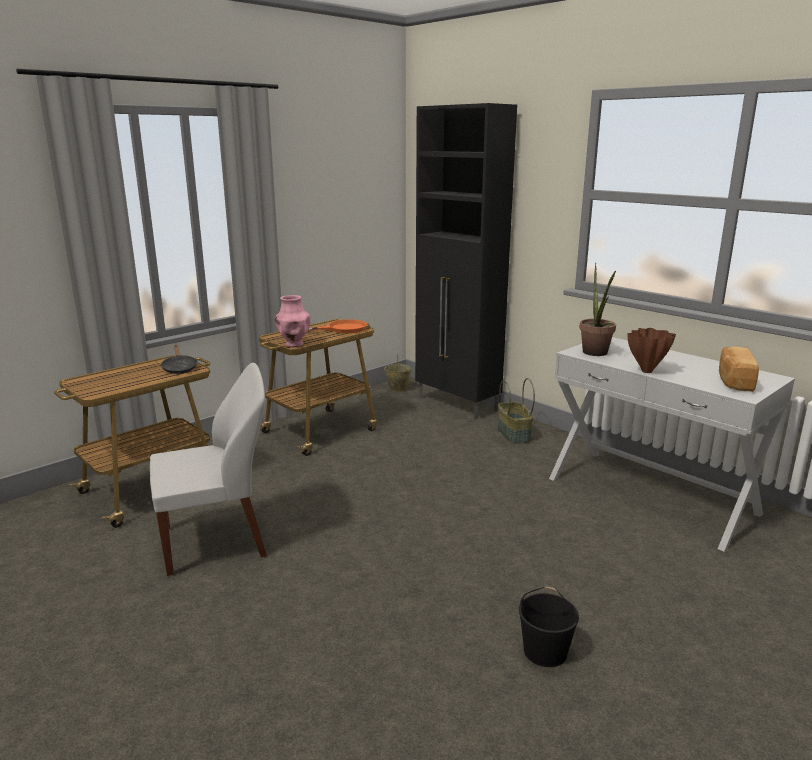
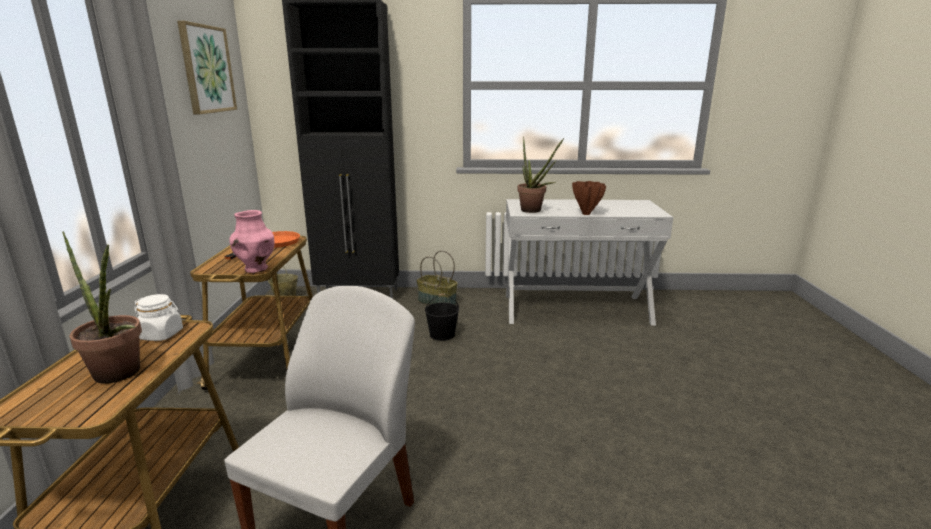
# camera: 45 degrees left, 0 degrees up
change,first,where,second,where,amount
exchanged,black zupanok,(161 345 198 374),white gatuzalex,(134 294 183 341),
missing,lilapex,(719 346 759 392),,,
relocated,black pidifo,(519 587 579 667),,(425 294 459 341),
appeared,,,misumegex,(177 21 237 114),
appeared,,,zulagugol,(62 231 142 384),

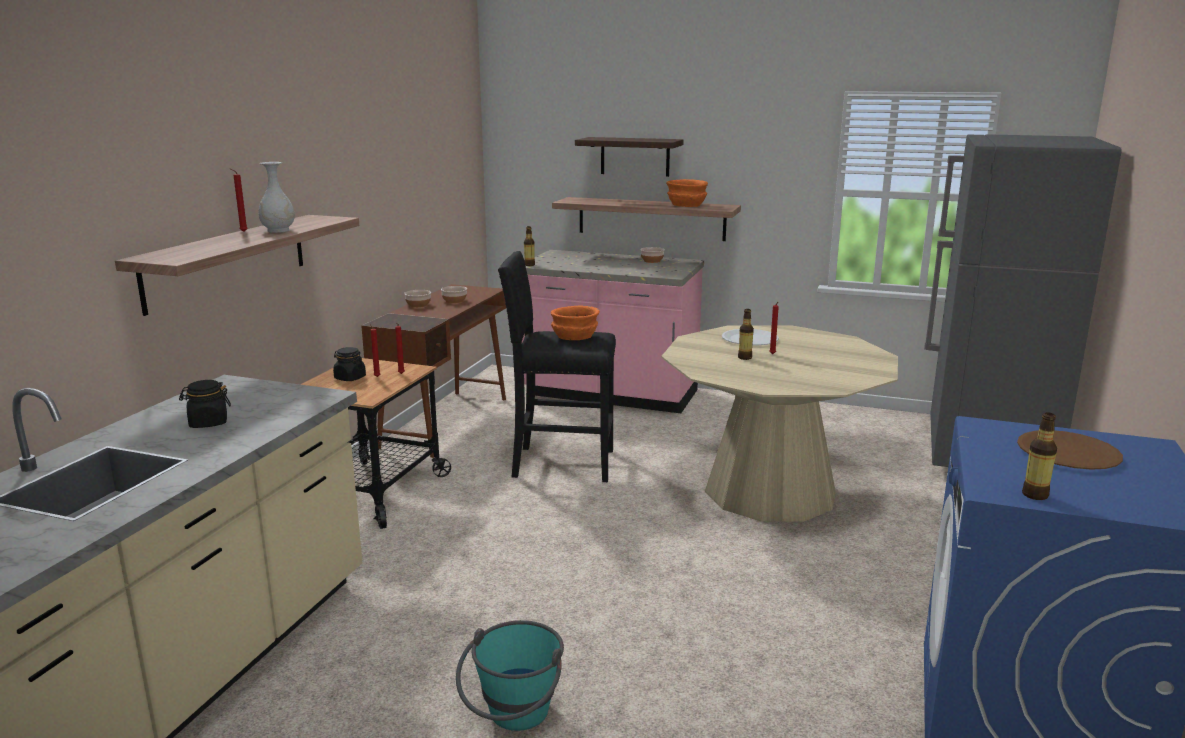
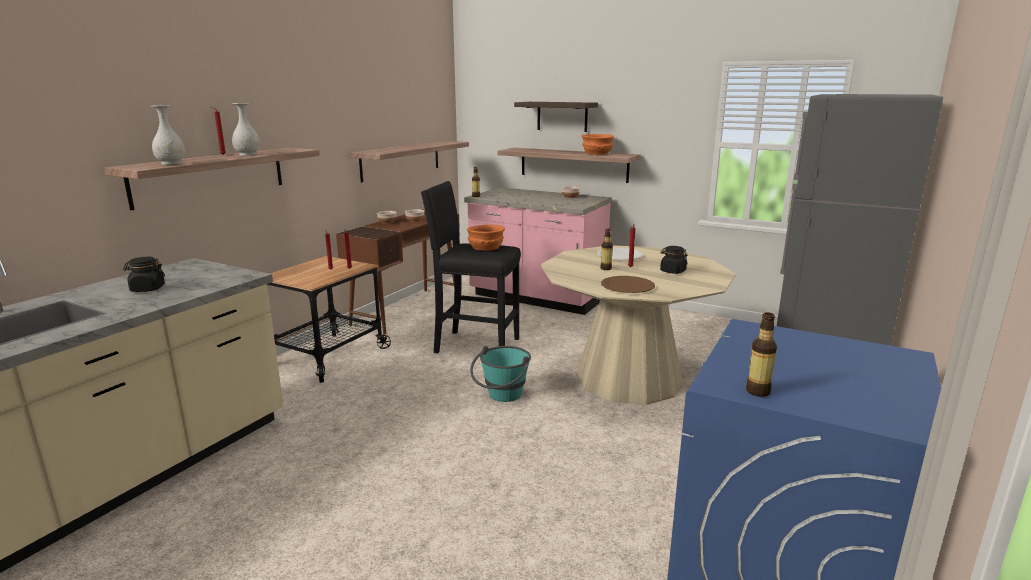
# camera: 10 degrees right, 0 degrees up
change,first,where,second,where,amount
relocated,black gatuzalex,(333 347 366 381),,(660 246 688 274),
relocated,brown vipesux,(1017 430 1123 470),,(601 276 655 293),
relocated,turquoise pidifo,(456 620 564 731),,(470 345 531 402),
appeared,,,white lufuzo,(151 105 185 165),
appeared,,,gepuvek,(350 141 469 183),

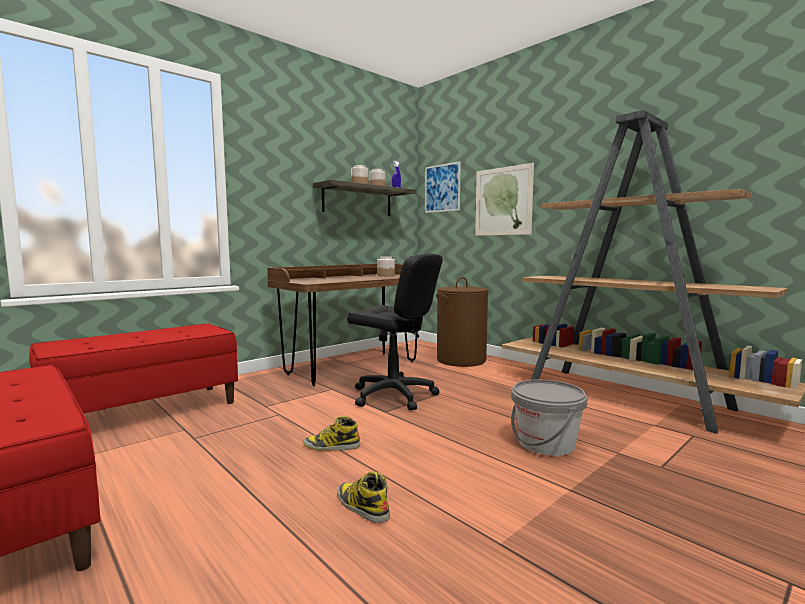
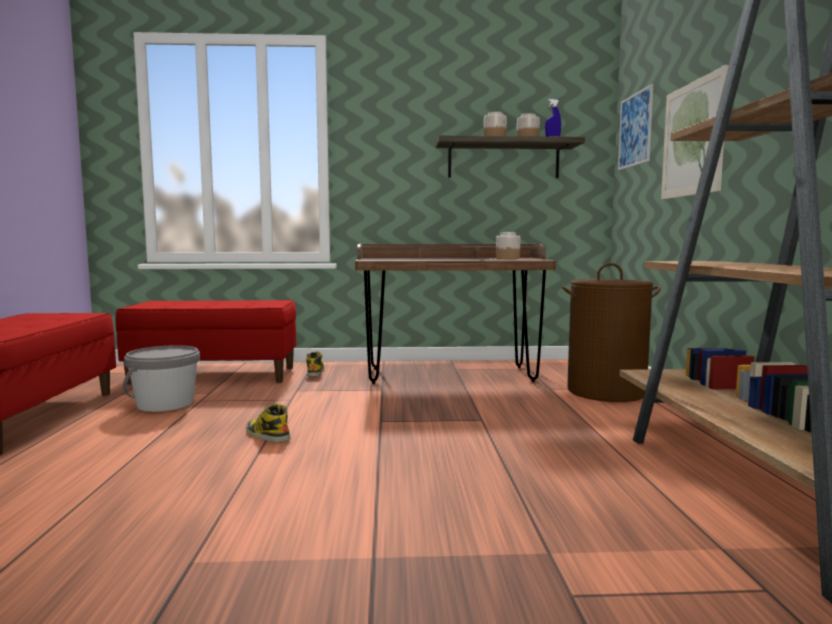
# camera: 40 degrees right, 0 degrees up
change,first,where,second,where,amount
missing,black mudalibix,(347 254 443 410),,,
relocated,grey pidifo,(511 379 588 456),,(123 345 200 412),
relocated,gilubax,(337 472 390 523),,(306 351 324 377),

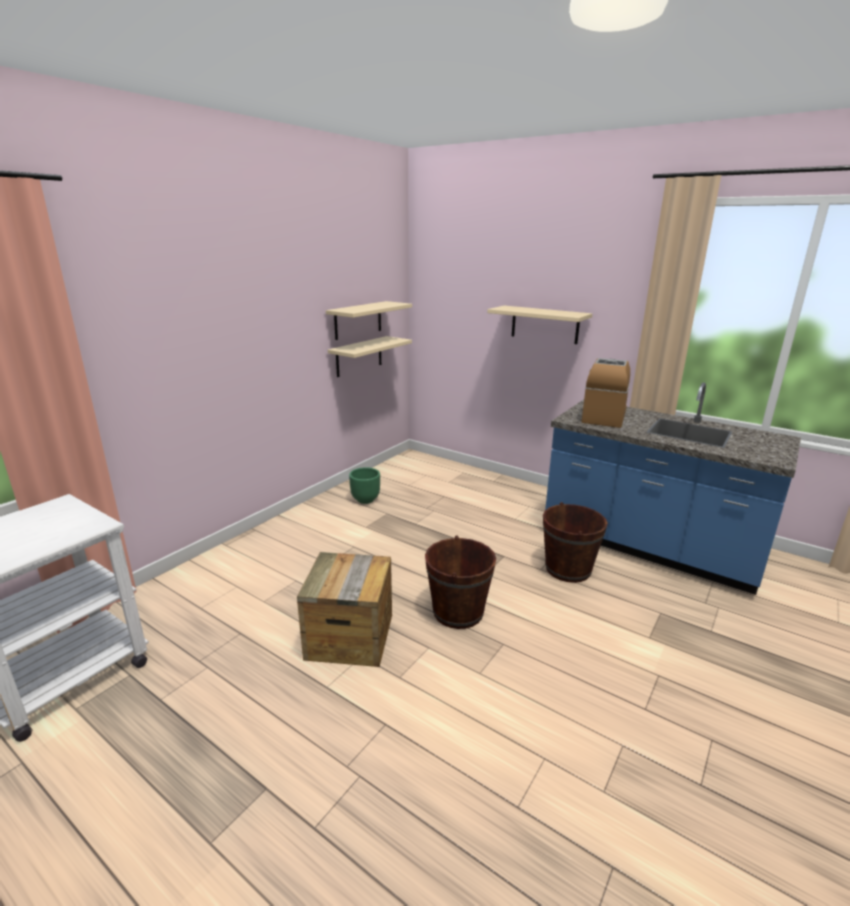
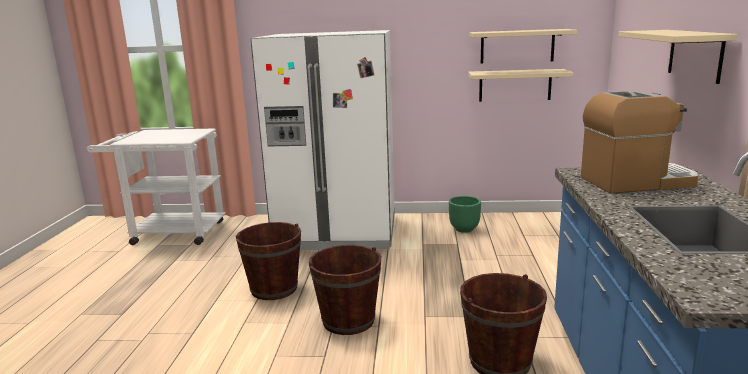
# camera: 60 degrees right, 5 degrees down
change,first,where,second,where,amount
exchanged,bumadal,(297 552 392 667),brown pidifo,(236 222 301 300),
appeared,,,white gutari,(250 30 395 250),

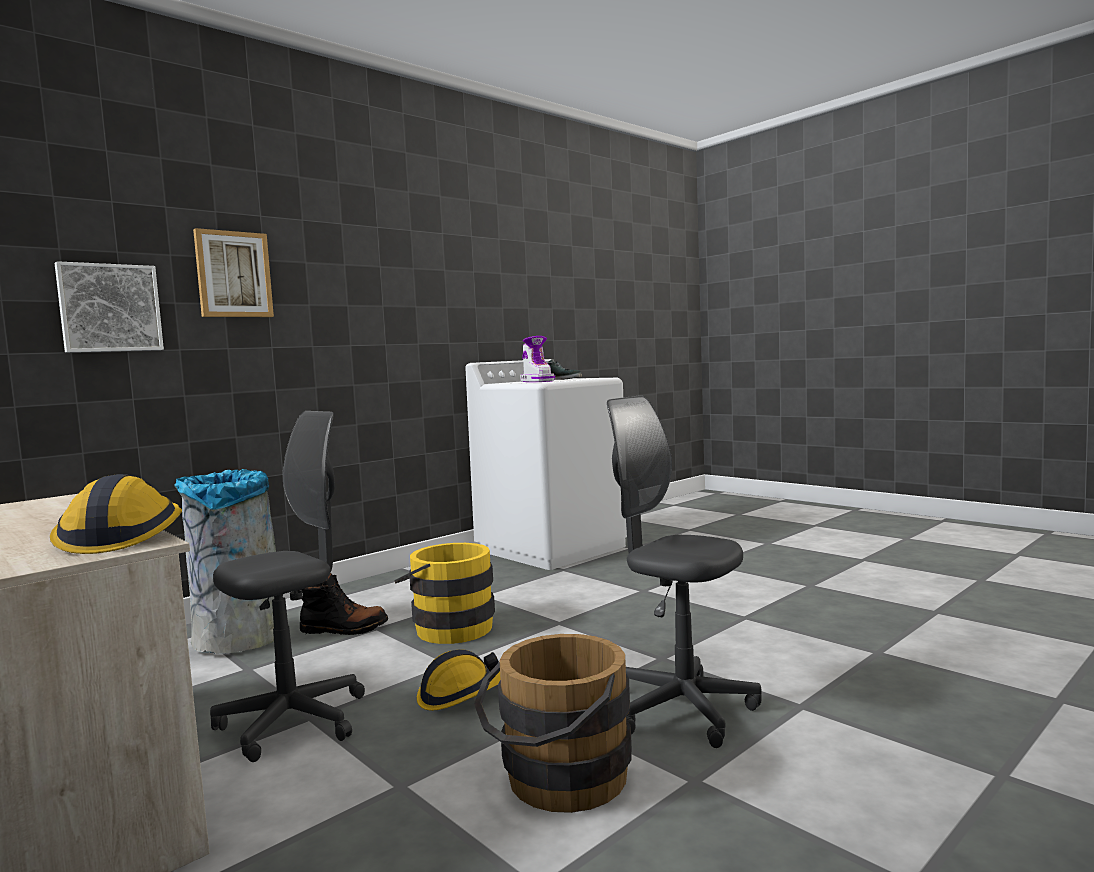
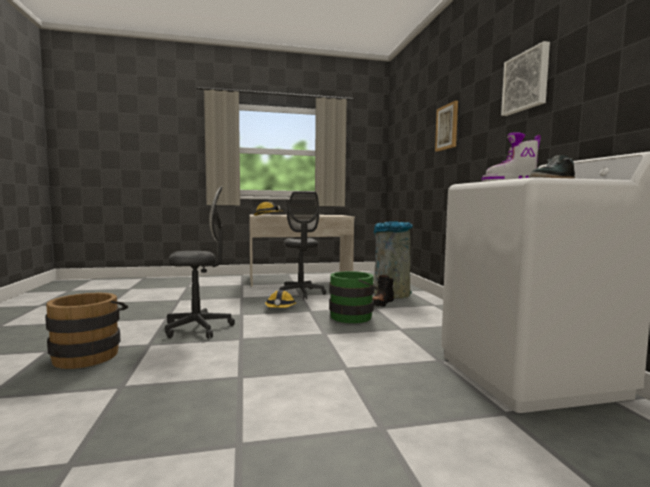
# camera: 120 degrees right, 0 degrees up
change,first,where,second,where,amount
relocated,misumegex,(55 261 164 352),,(501 41 550 116),
colour,yellow pidifo,(395 543 495 644),green pidifo,(329 271 383 323),
relocated,brown pidifo,(474 634 632 813),,(45 293 128 369),

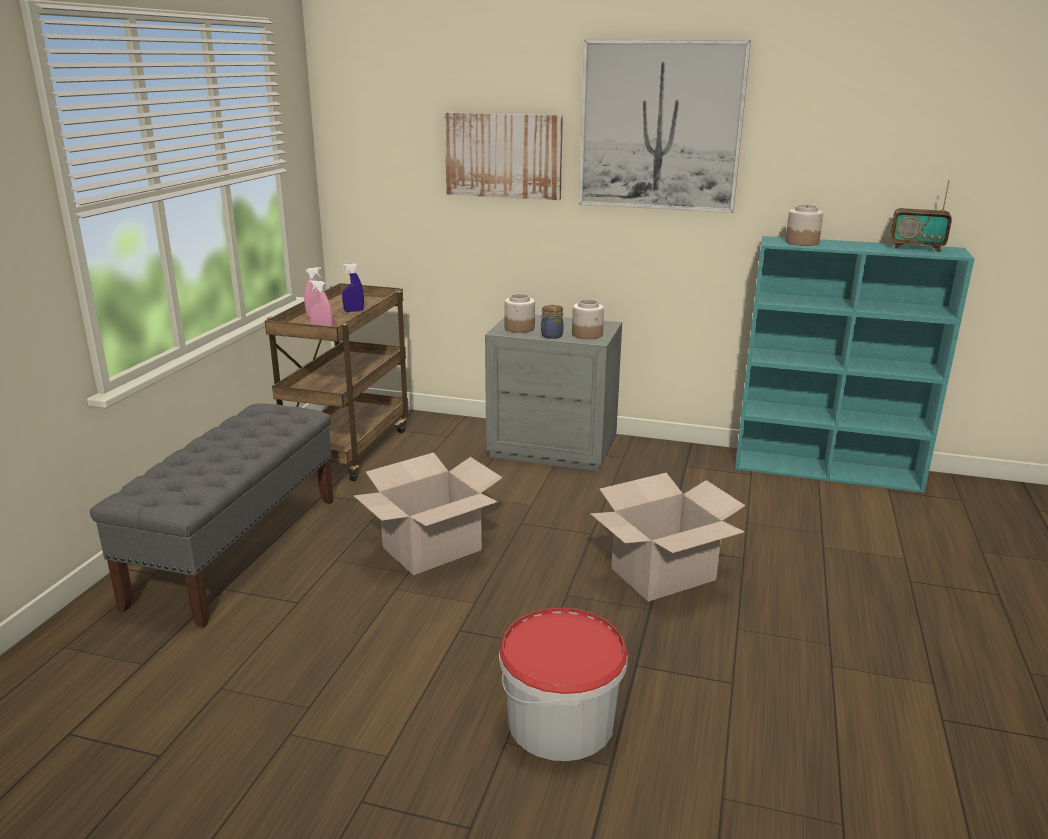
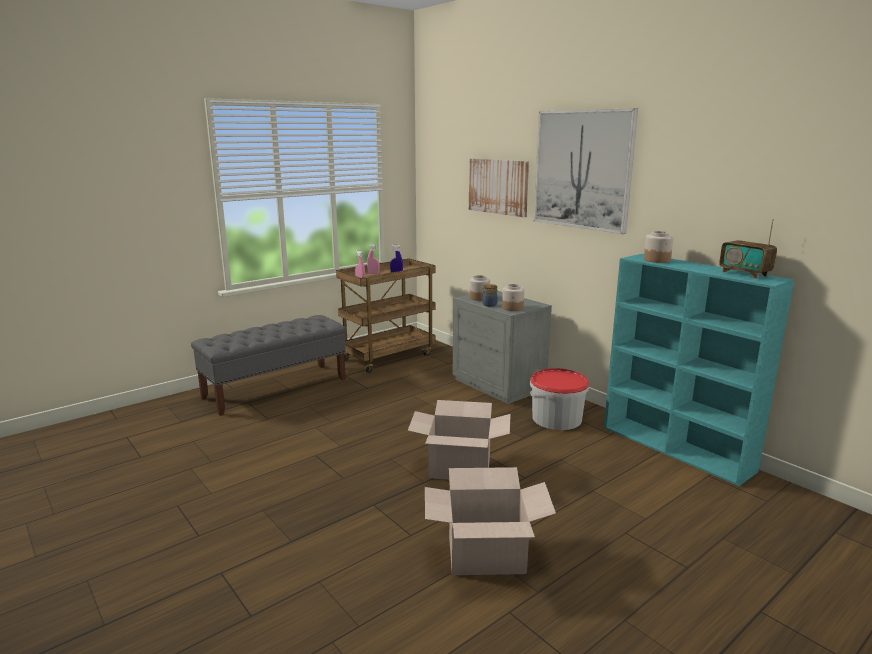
# camera: 35 degrees right, 5 degrees down
change,first,where,second,where,amount
relocated,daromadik,(353 452 503 575),,(425 467 556 575),
relocated,pidifo,(499 608 628 761),,(530 368 589 430),

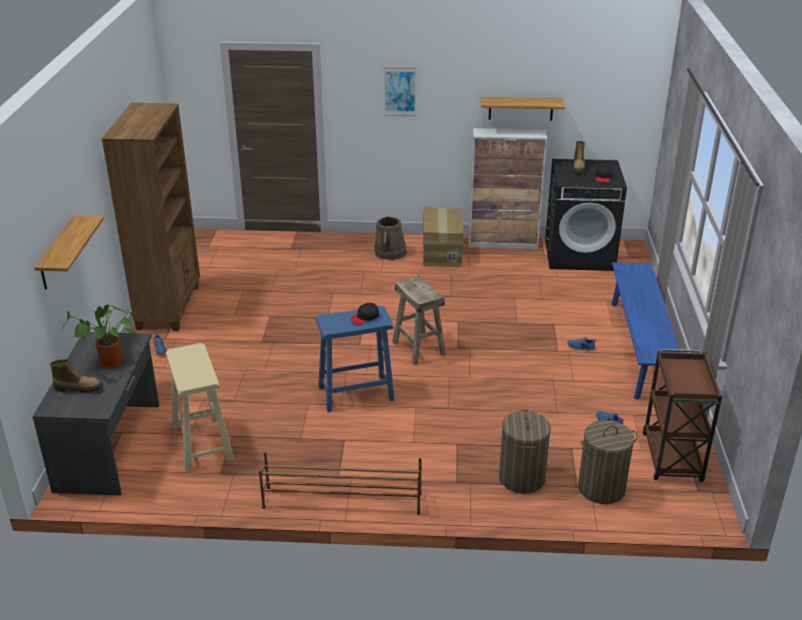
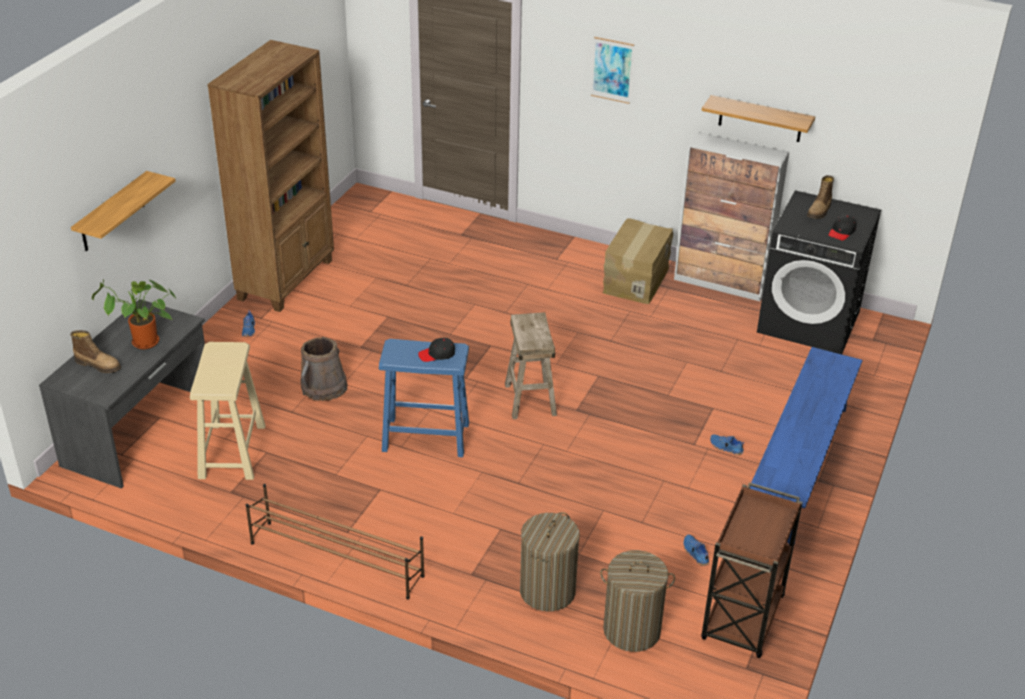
# camera: 20 degrees right, 5 degrees up
change,first,where,second,where,amount
relocated,brown pidifo,(374 216 407 260),,(301 337 347 401),

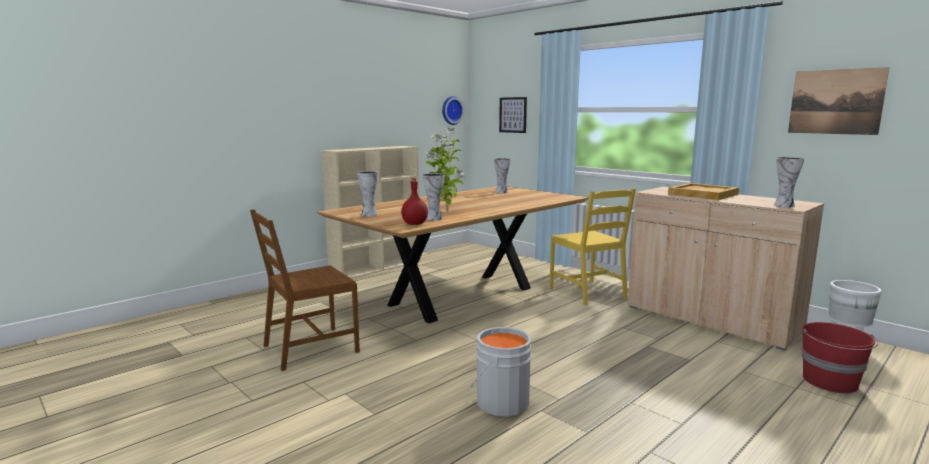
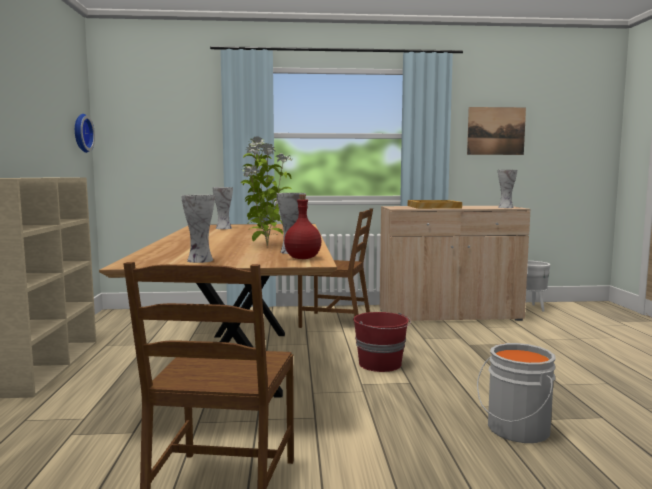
# camera: 50 degrees left, 5 degrees down
change,first,where,second,where,amount
missing,misumegex,(499 97 527 133),,,
colour,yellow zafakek,(550 188 636 306),brown zafakek,(298 208 373 328),
relocated,red pidifo,(802 322 878 393),,(353 312 411 372),

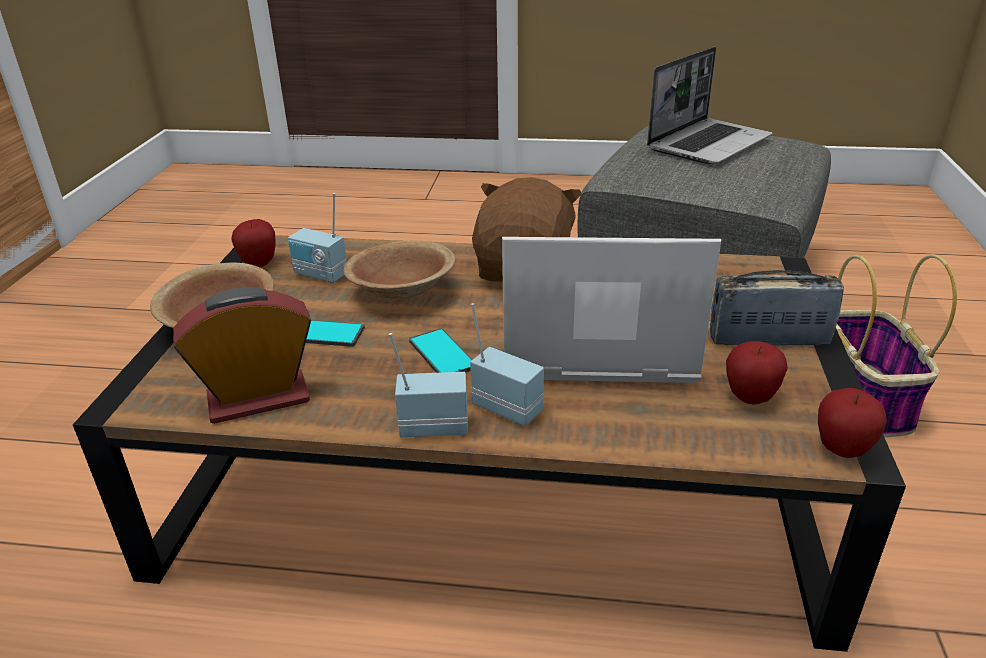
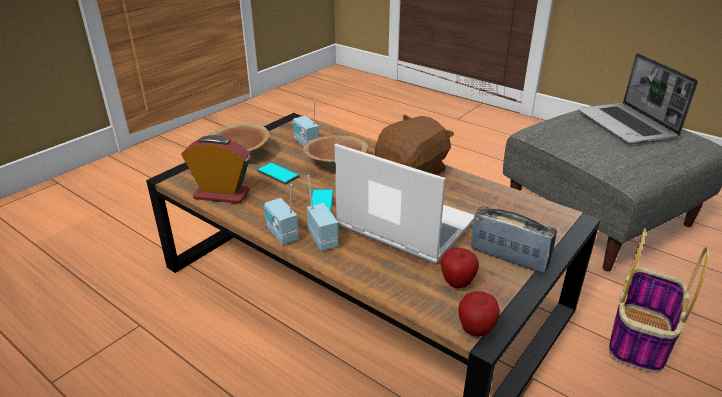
# camera: 30 degrees right, 0 degrees up
change,first,where,second,where,amount
spun,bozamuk,(647 47 773 164),,(578 53 698 144),90 degrees clockwise
missing,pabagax,(232 219 276 267),,,
spun,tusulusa,(389 333 468 437),,(264 184 299 245),150 degrees counterclockwise

